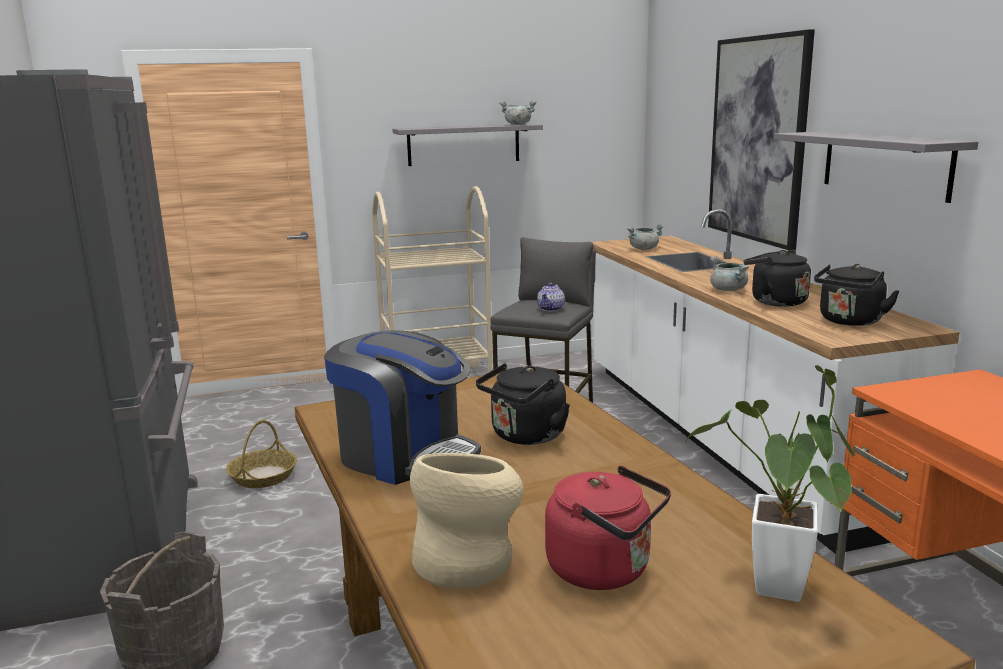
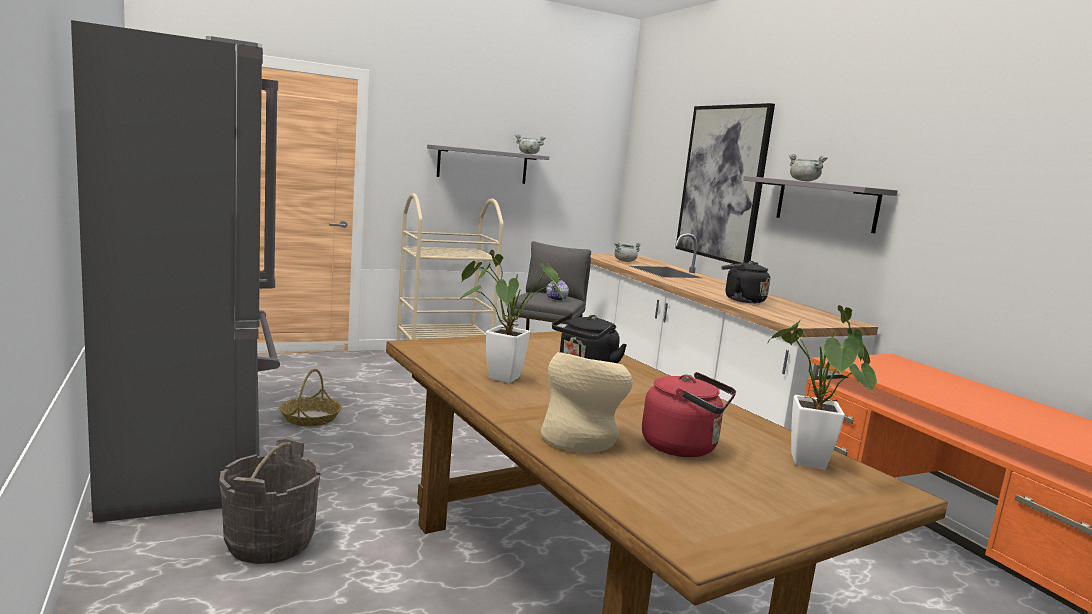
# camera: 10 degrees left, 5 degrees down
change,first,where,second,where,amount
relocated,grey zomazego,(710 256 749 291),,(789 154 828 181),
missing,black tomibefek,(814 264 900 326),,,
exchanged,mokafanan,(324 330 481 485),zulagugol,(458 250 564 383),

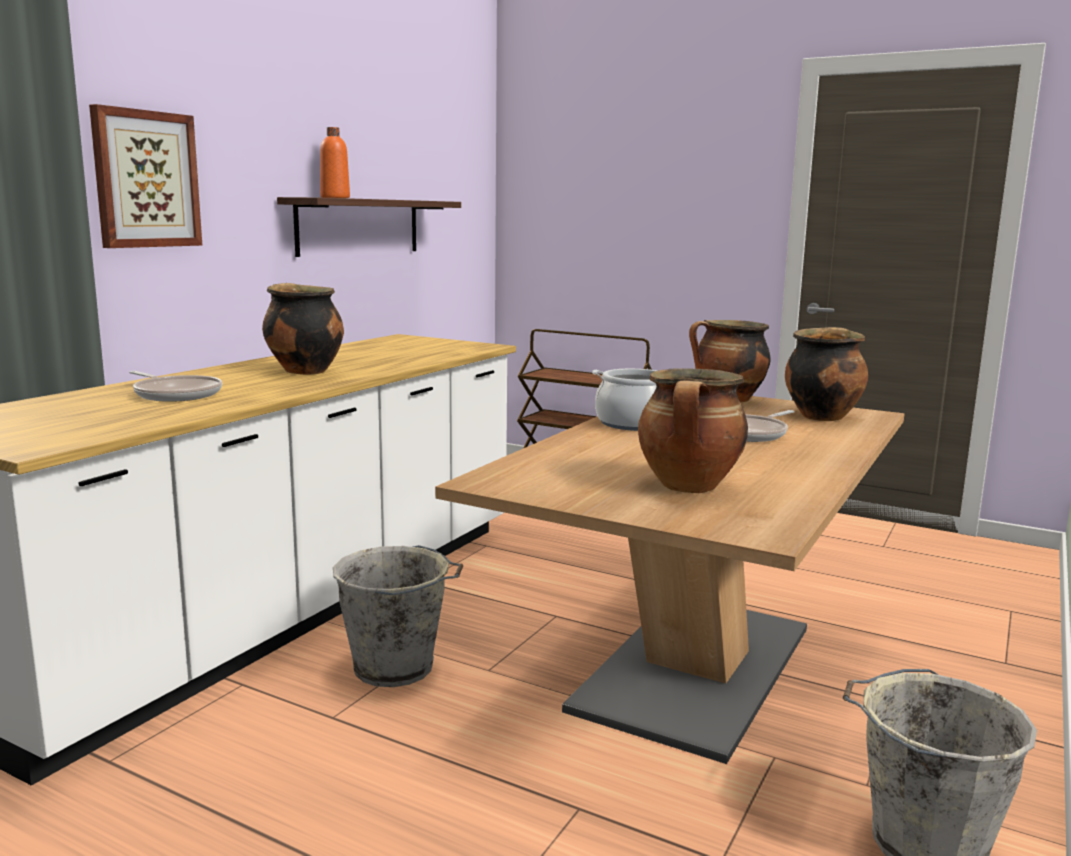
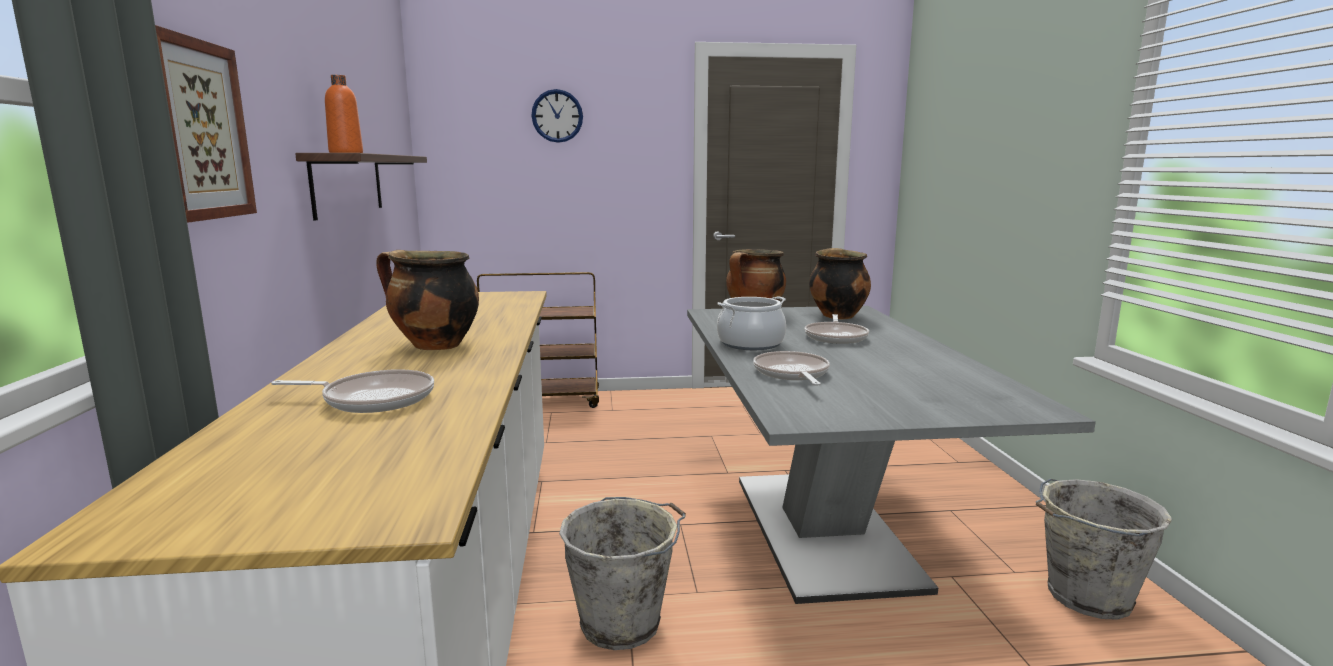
# camera: 35 degrees left, 0 degrees up
change,first,where,second,where,amount
missing,zomazego,(638 368 748 493),,,
colour,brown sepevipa,(435 396 905 764),grey sepevipa,(687 306 1096 604),
appeared,,,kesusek,(531 89 583 143),
appeared,,,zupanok,(753 351 830 386),

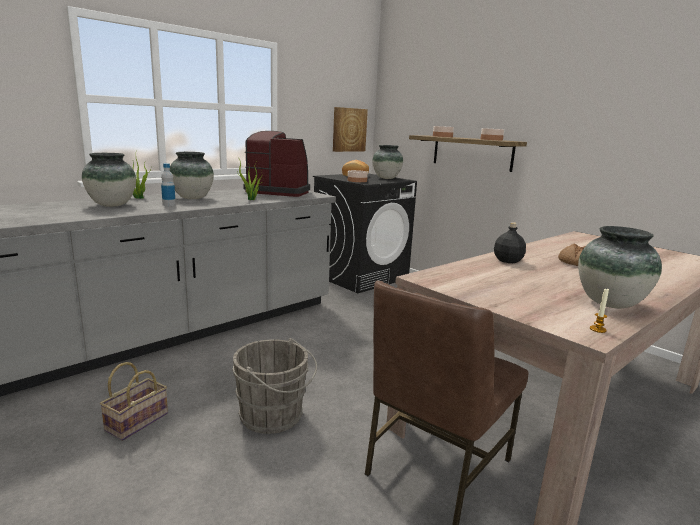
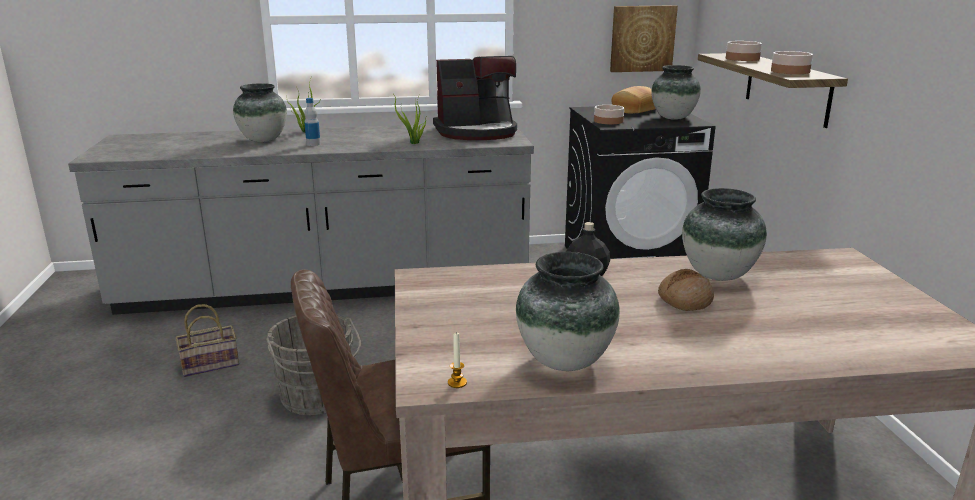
# camera: 35 degrees right, 5 degrees up
change,first,where,second,where,amount
spun,mokafanan,(243 131 310 197),,(433 56 517 140),120 degrees clockwise
relocated,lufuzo,(170 152 214 199),,(682 188 767 281),

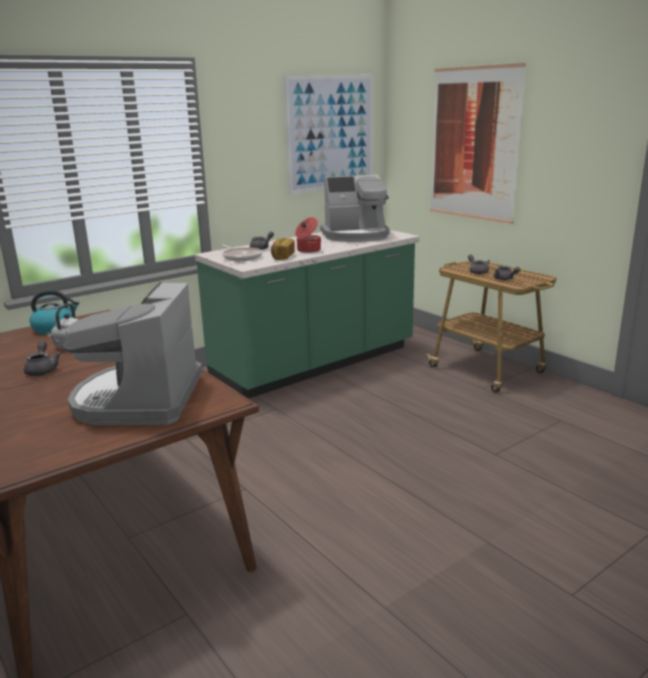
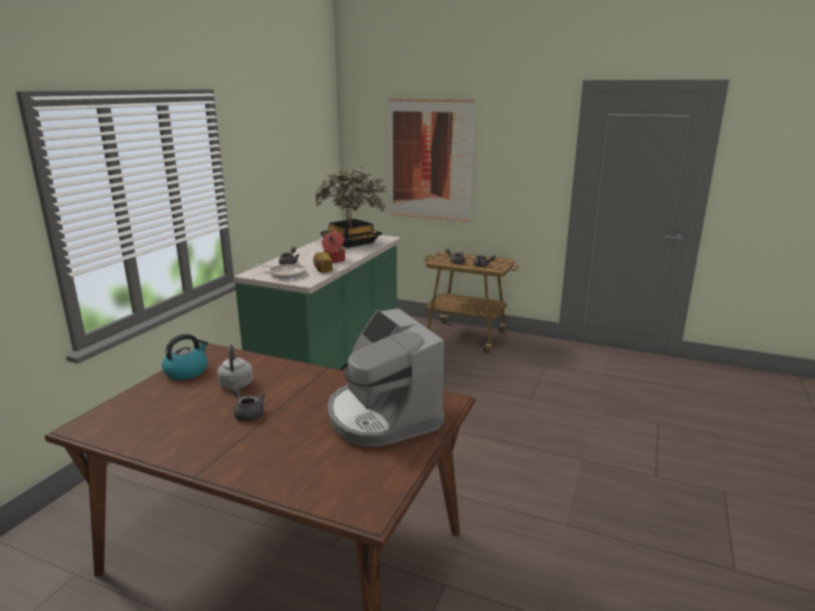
# camera: 30 degrees left, 0 degrees up
change,first,where,second,where,amount
missing,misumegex,(284 75 373 194),,,
exchanged,mokafanan,(320 175 390 242),zulagugol,(315 168 388 248),

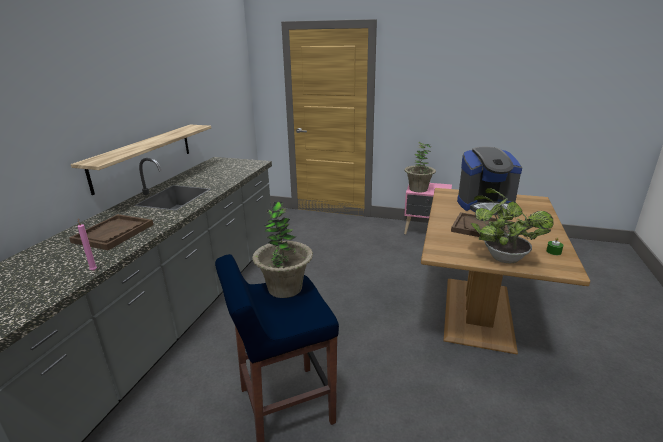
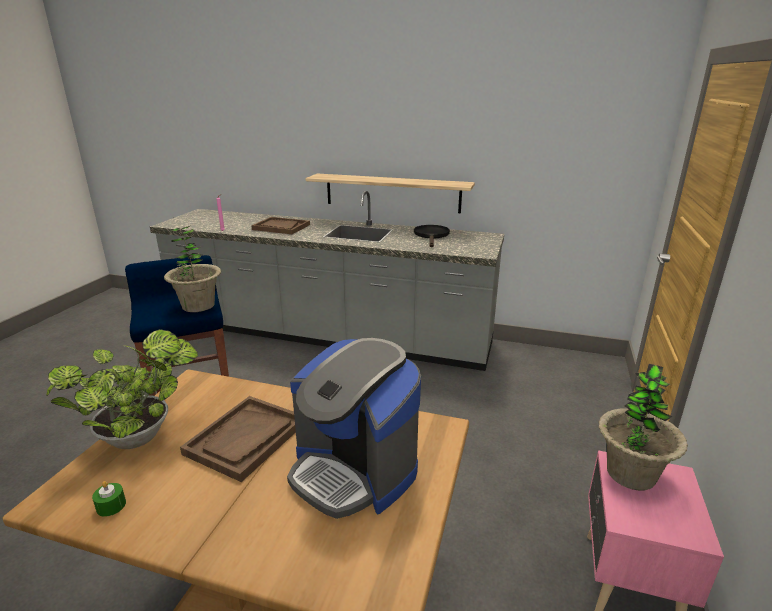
# camera: 90 degrees right, 0 degrees up
change,first,where,second,where,amount
spun,mokafanan,(457 147 522 215),,(287 338 421 519),45 degrees counterclockwise
appeared,,,black zupanok,(414 225 450 247),

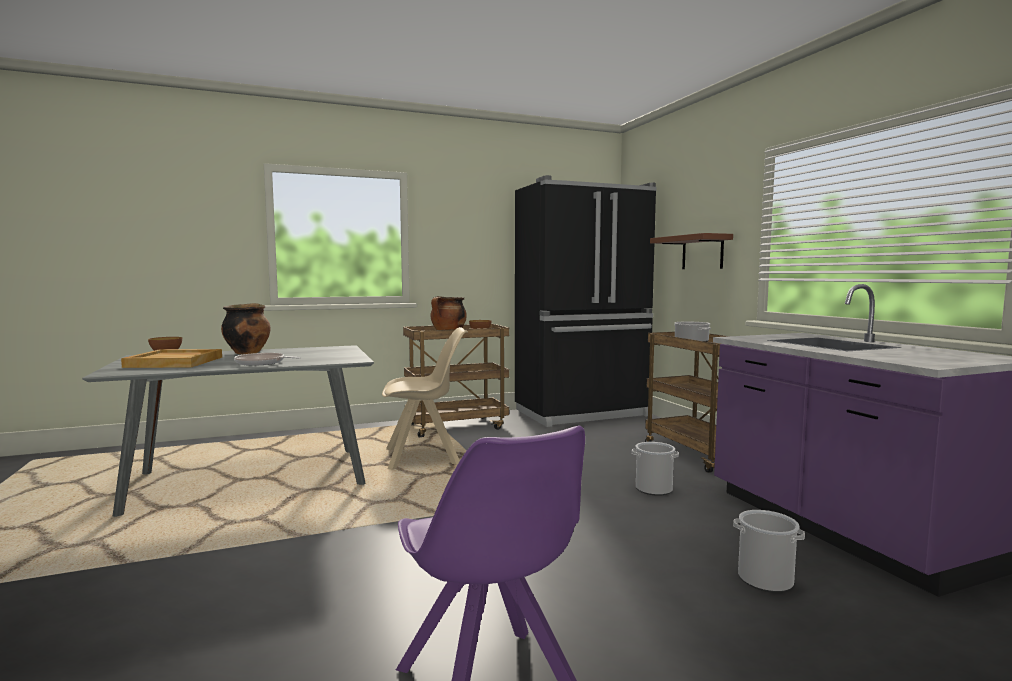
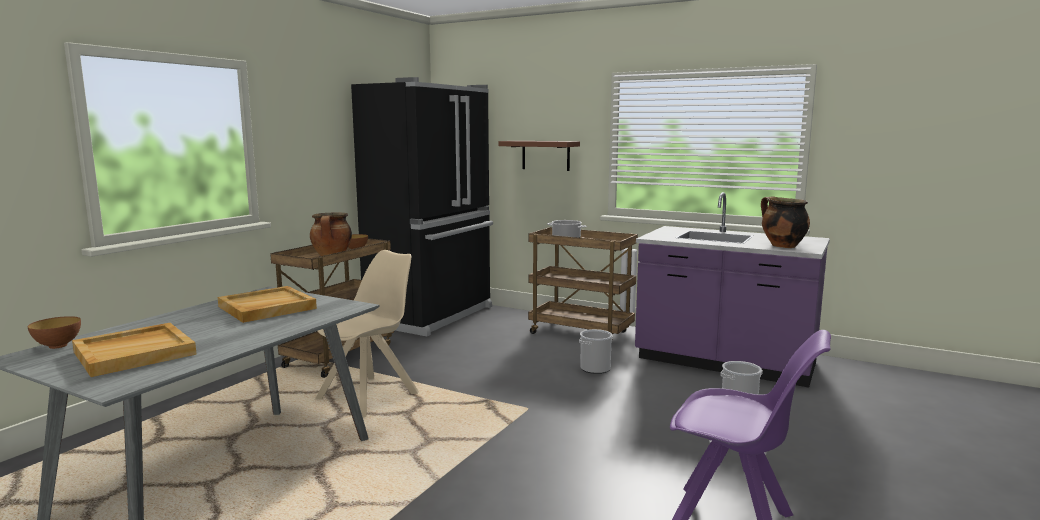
# camera: 40 degrees left, 5 degrees up
change,first,where,second,where,amount
relocated,zomazego,(221 303 270 354),,(761 196 810 248),
missing,zupanok,(234 353 301 366),,,
appeared,,,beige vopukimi,(218 286 317 323),

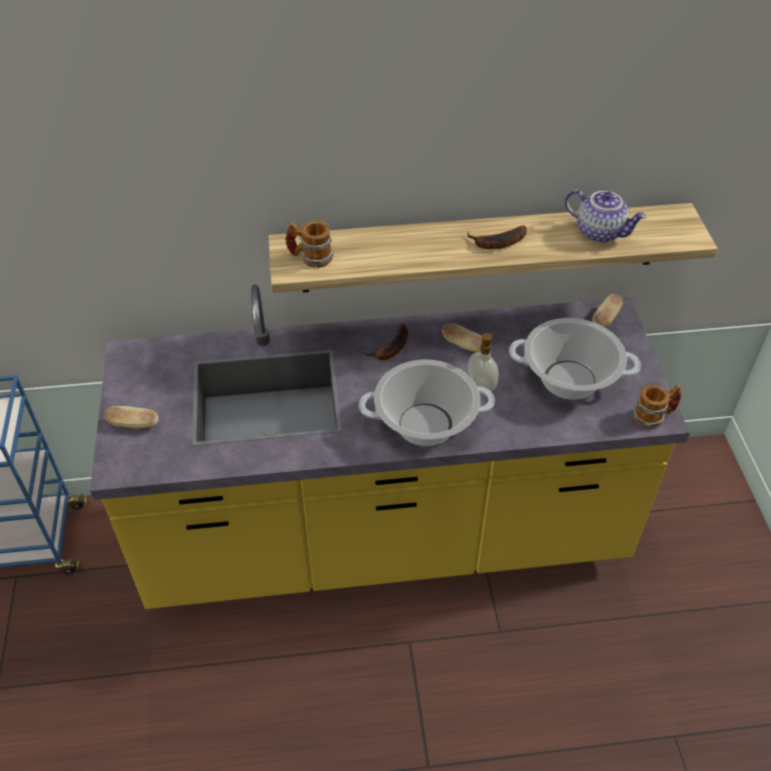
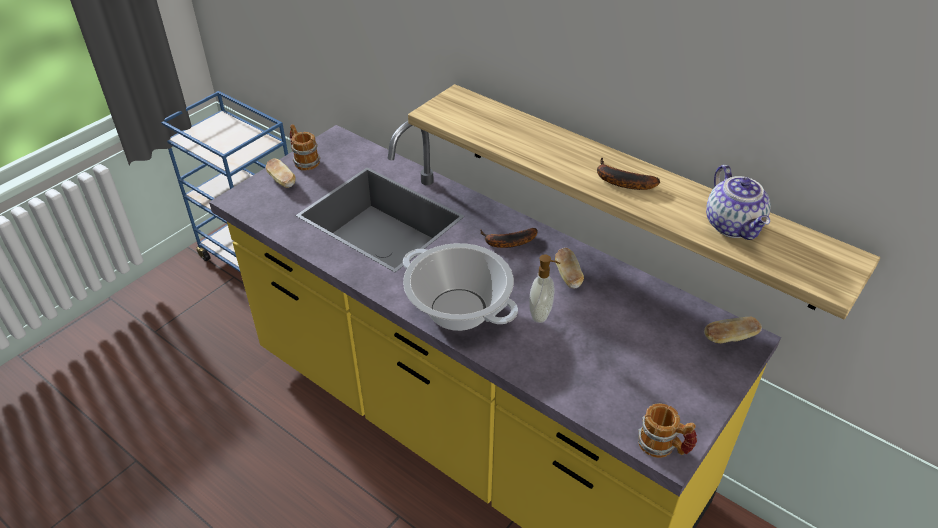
# camera: 45 degrees right, 5 degrees down
change,first,where,second,where,amount
relocated,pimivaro,(285 221 334 268),,(290 124 320 170),
missing,zomazego,(509 318 641 400),,,

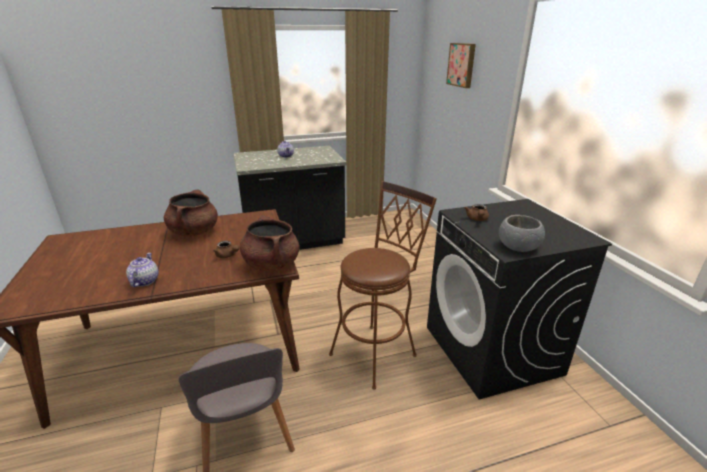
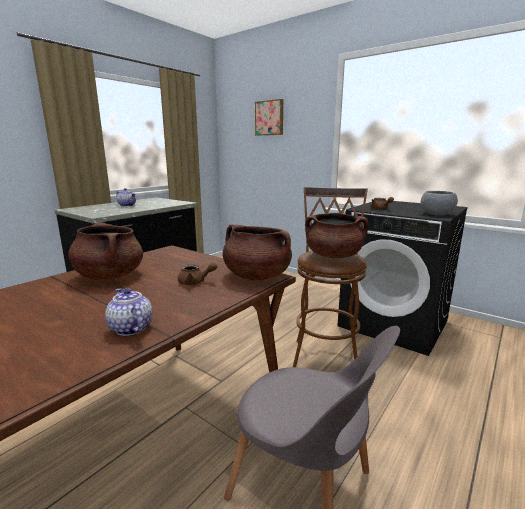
# camera: 35 degrees left, 10 degrees down
change,first,where,second,where,amount
appeared,,,brown zomazego,(305 213 369 258),

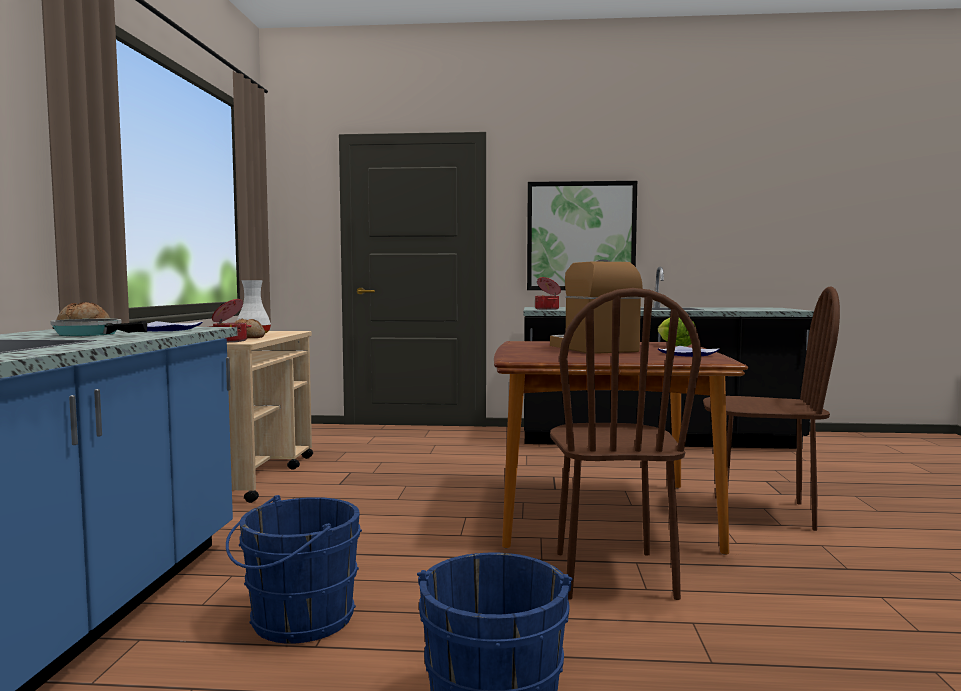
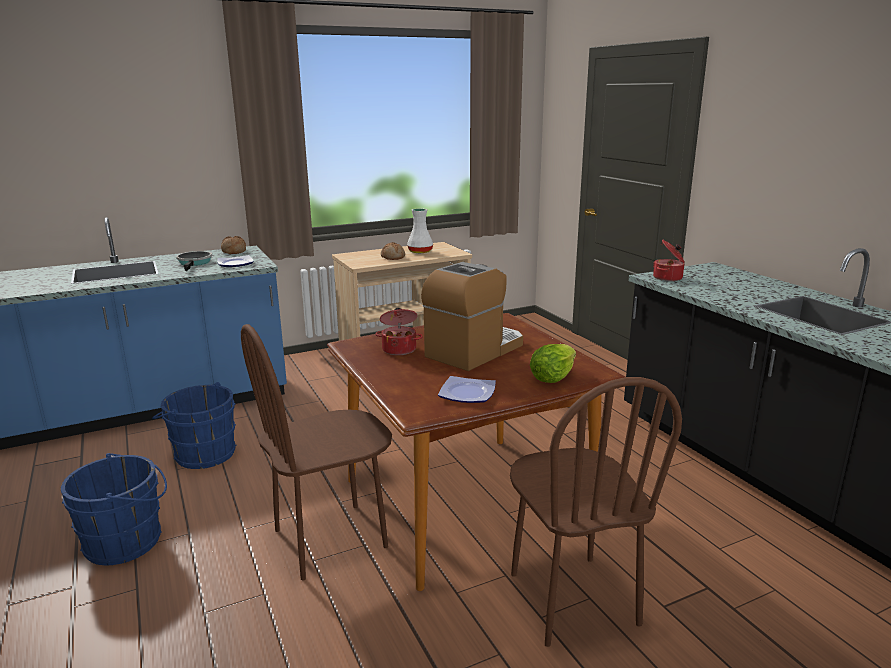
# camera: 60 degrees right, 15 degrees up
change,first,where,second,where,amount
missing,misumegex,(527 181 637 290),,,
relocated,zomazego,(210 299 252 342),,(375 308 423 355),

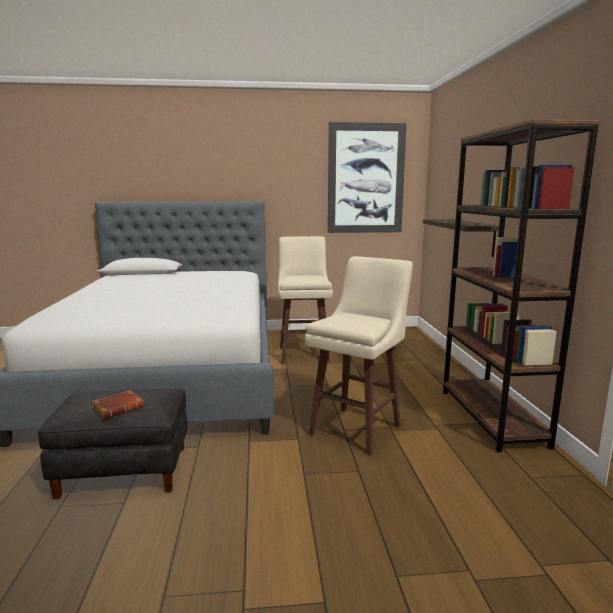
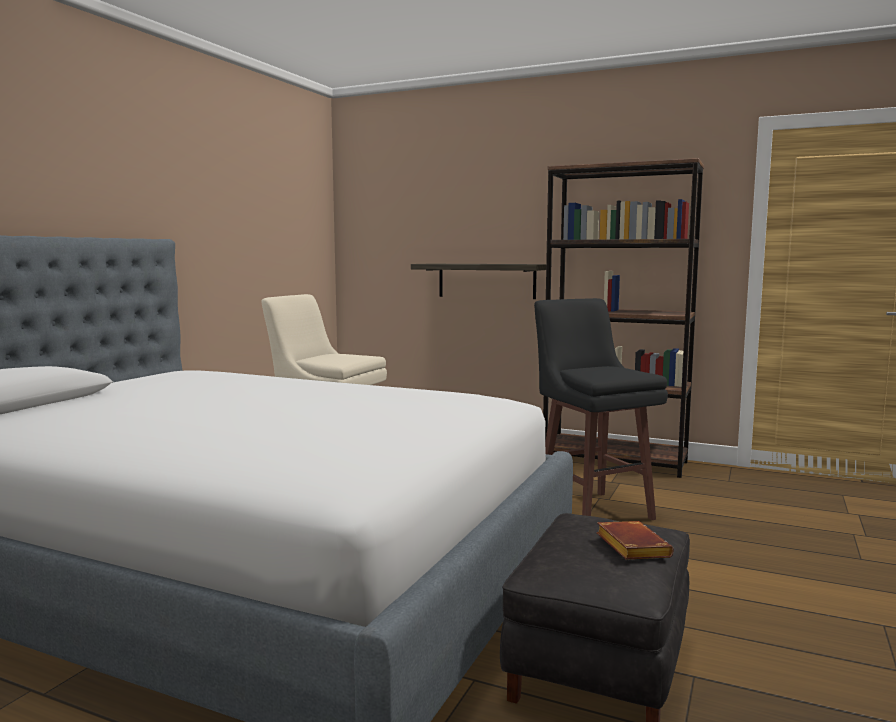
# camera: 60 degrees left, 5 degrees down
change,first,where,second,where,amount
missing,misumegex,(327 122 407 233),,,
colour,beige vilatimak,(305 256 413 455),black vilatimak,(534 298 668 520),

